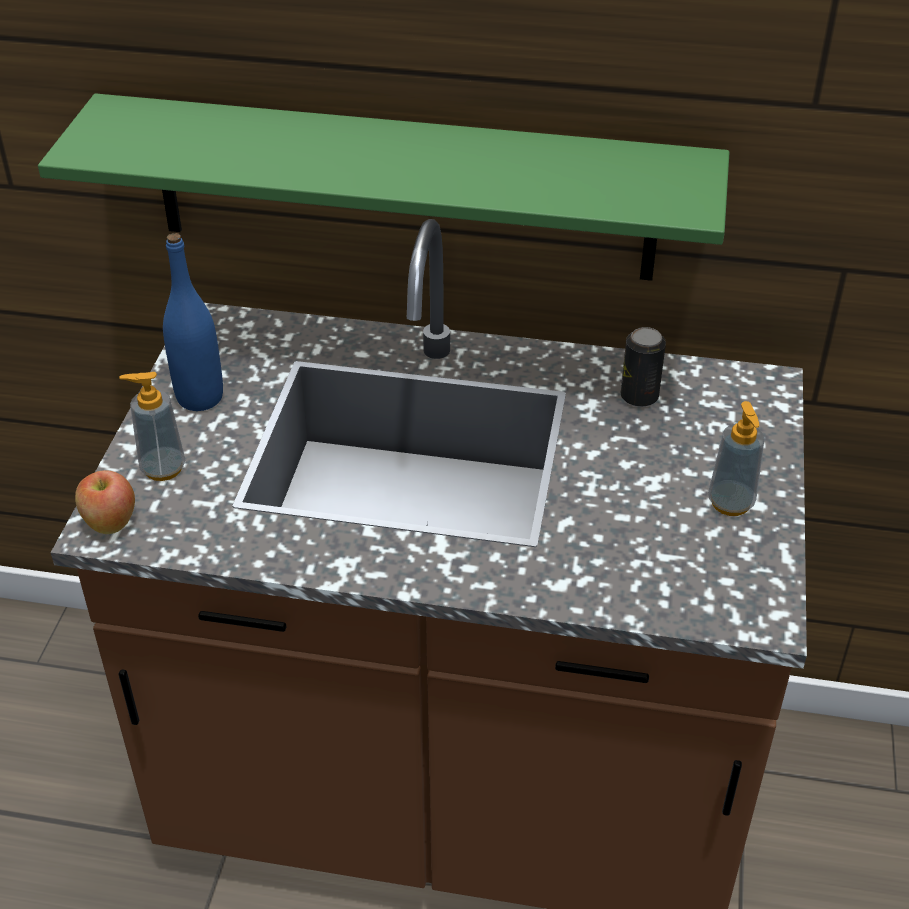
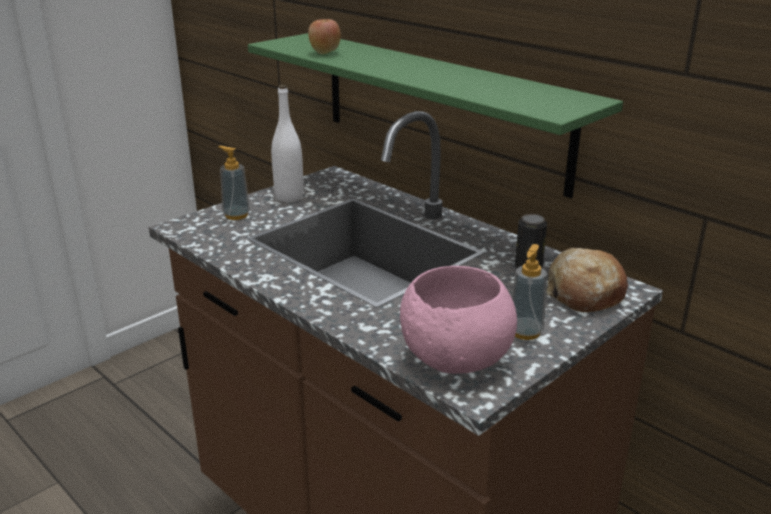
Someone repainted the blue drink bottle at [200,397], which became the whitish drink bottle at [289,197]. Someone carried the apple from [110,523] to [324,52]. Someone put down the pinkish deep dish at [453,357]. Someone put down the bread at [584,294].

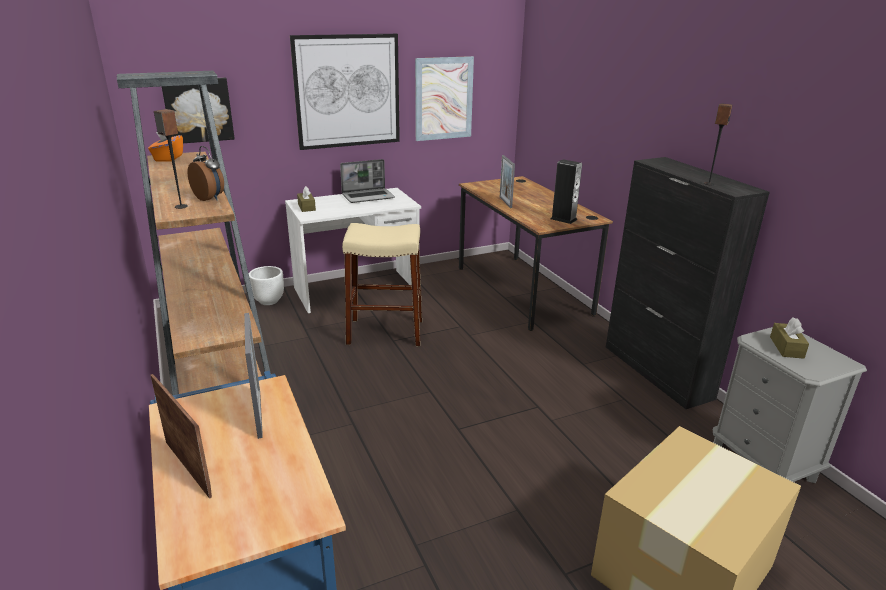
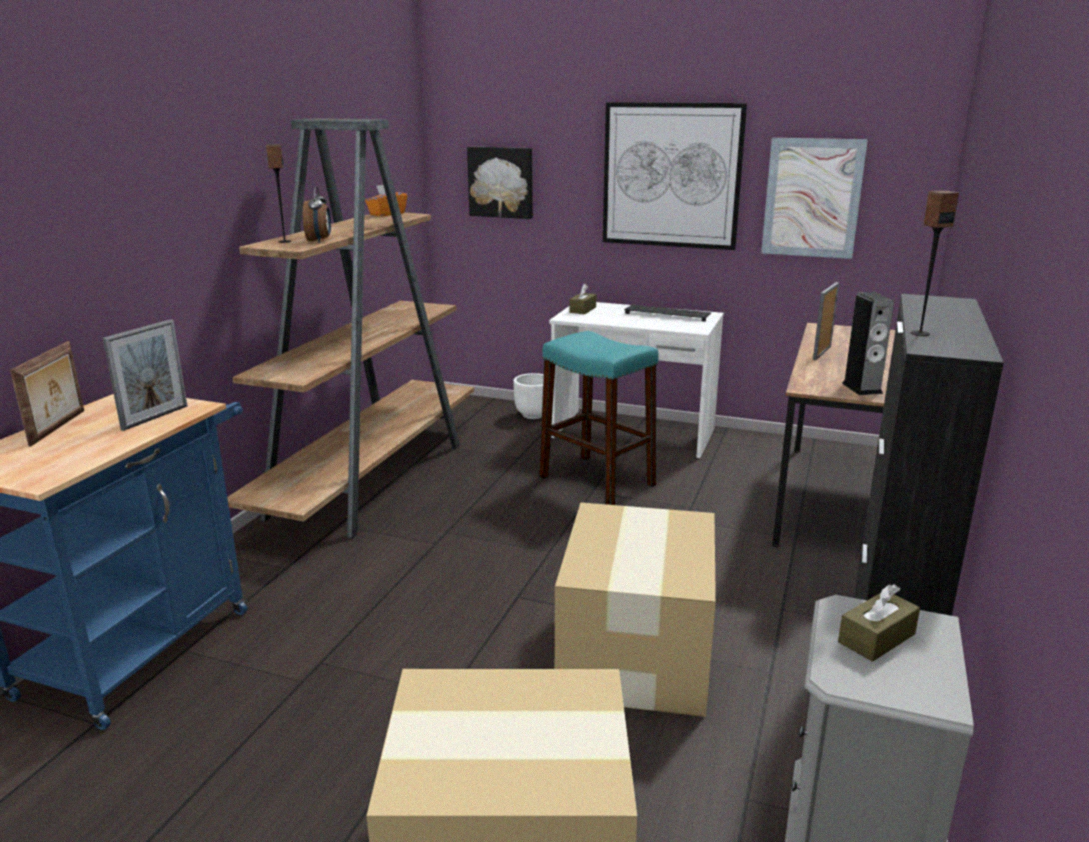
Someone repainted the beige-coloured stool at [385,332], which became the blue-green stool at [596,481]. Someone put down the carton at [634,654]. Someone swapped the notebook computer at [368,196] for the keyboard at [668,314].

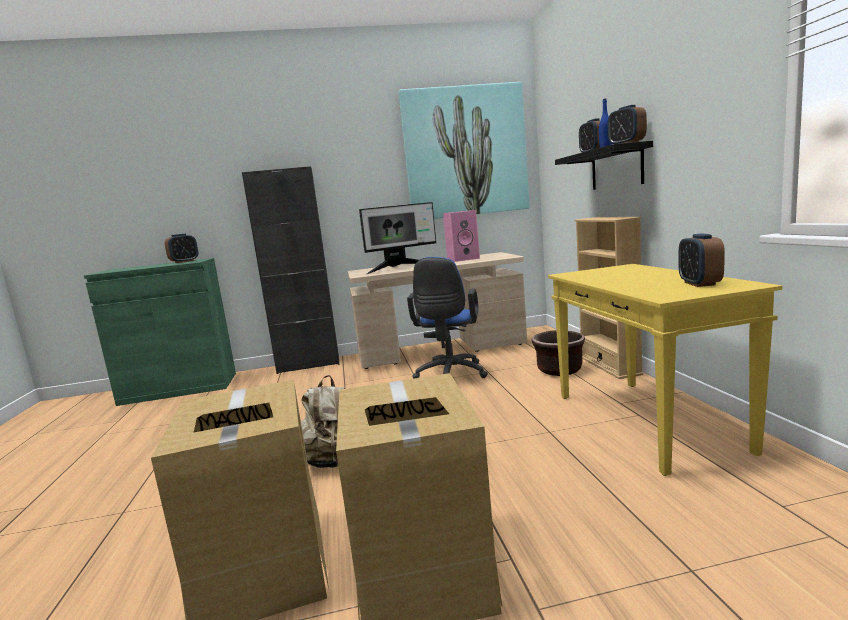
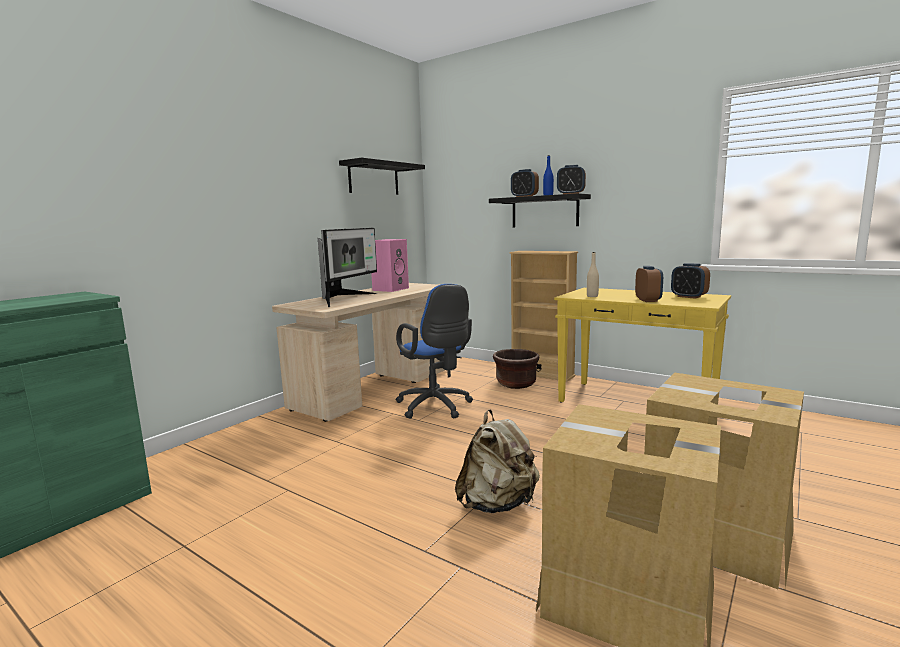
Someone swapped the picture at [465,152] for the black-coloured bracket shelf at [374,179]. Someone put down the beige-coloured drink bottle at [592,296]. Someone carried the bedside clock from [184,261] to [648,300]. Someone took away the black-coloured storage cabinet at [308,365].

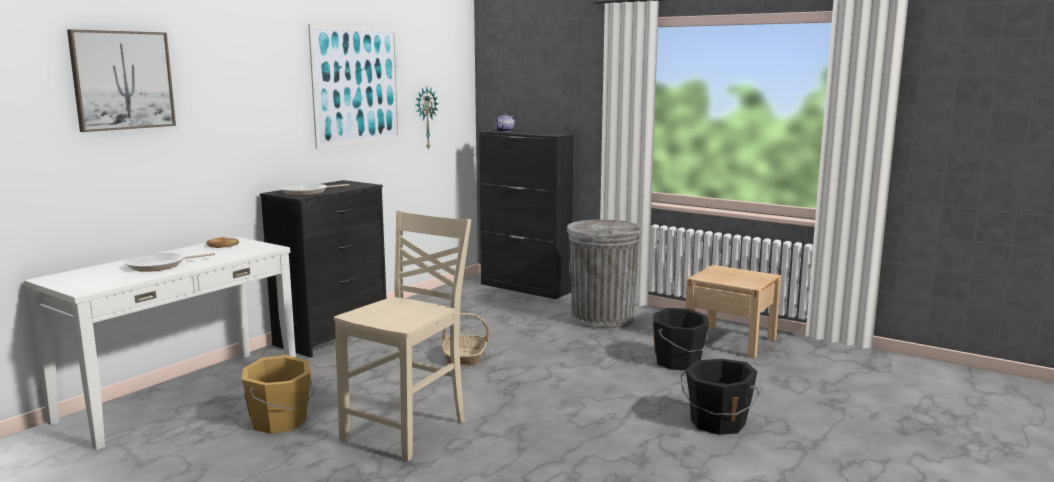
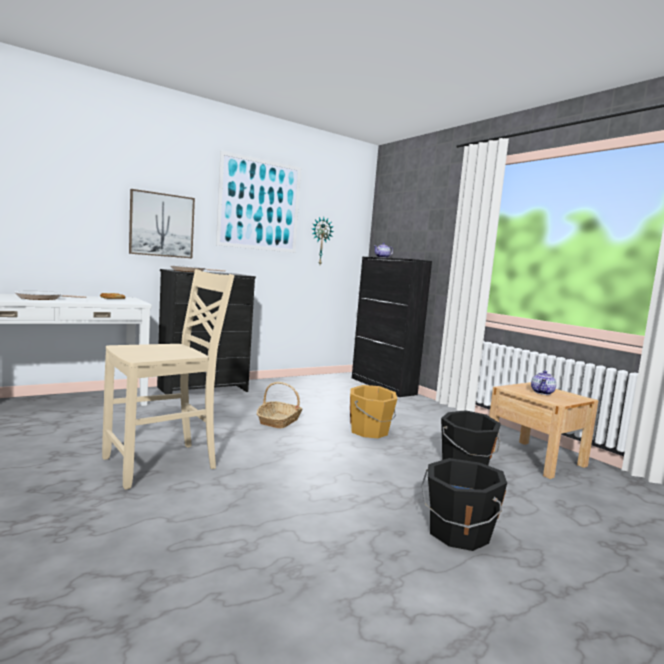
Someone carried the picture from [122,80] to [161,225]. Someone carried the orange water bucket from [280,421] to [370,431]. Someone put down the teapot at [542,393]. Someone took away the gray waste bin at [602,319].

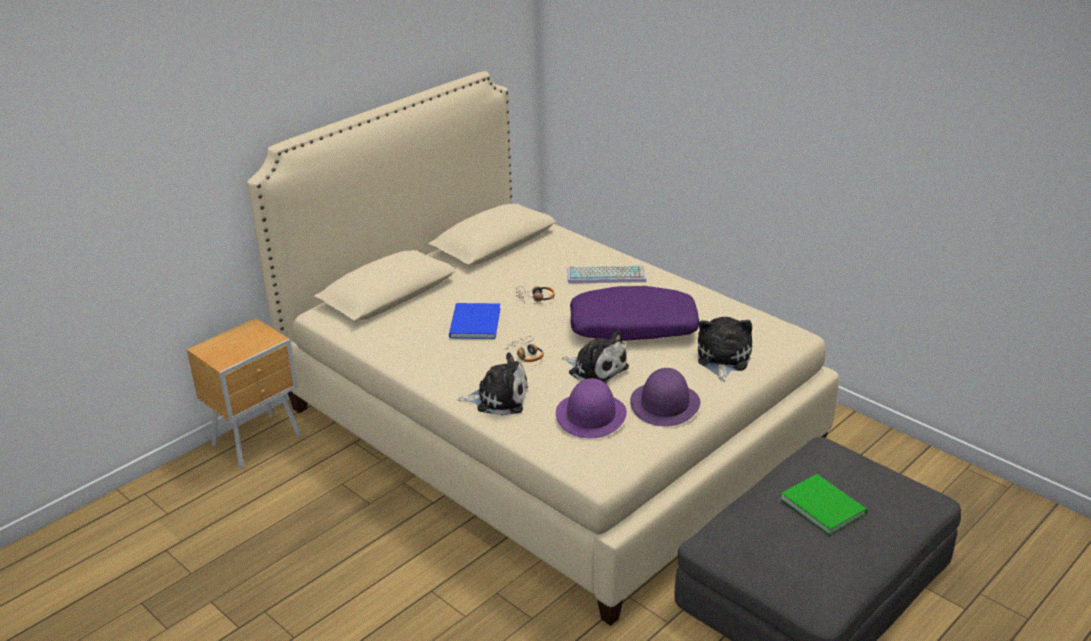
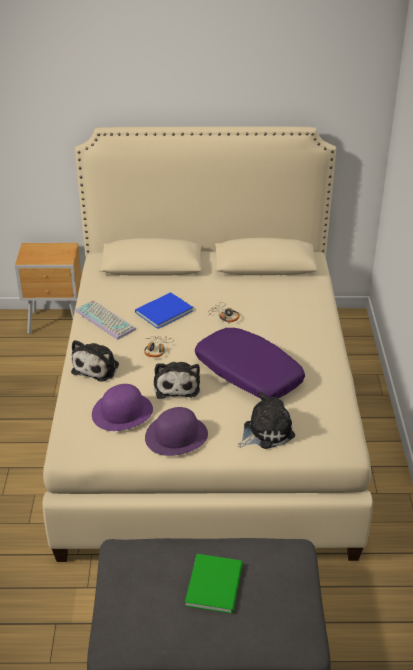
Someone rotated the soft toy at [498,398] by 60 degrees clockwise. Someone carried the keyboard from [607,275] to [106,320].

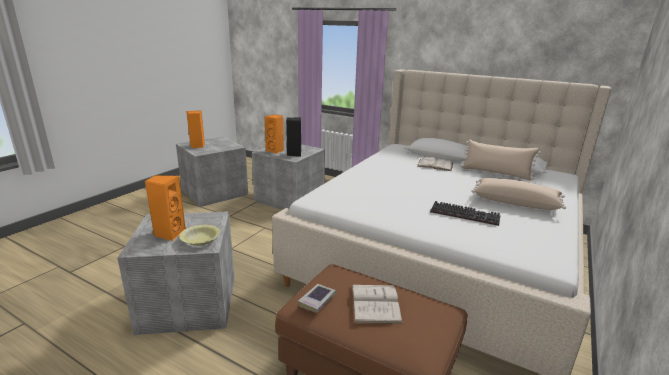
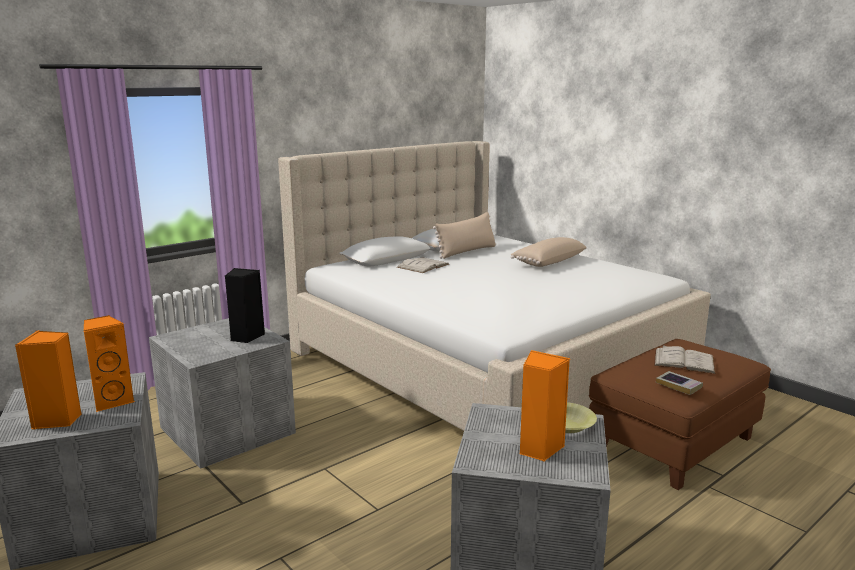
Someone carried the orange audio speaker from [275,151] to [112,401]. Someone took away the keyboard at [466,214].

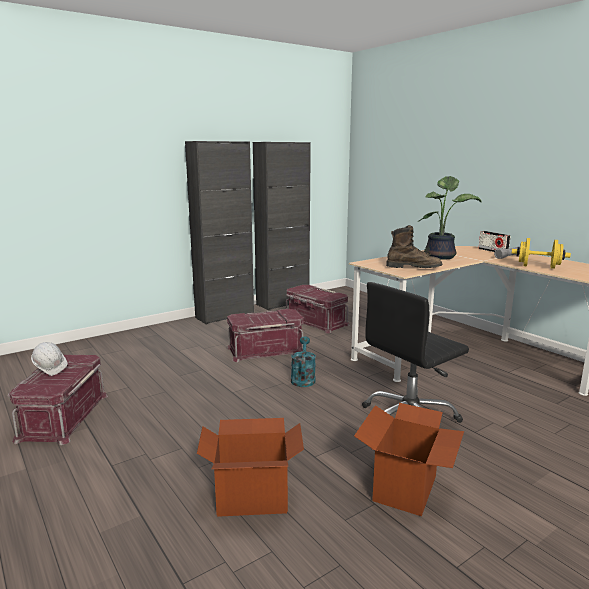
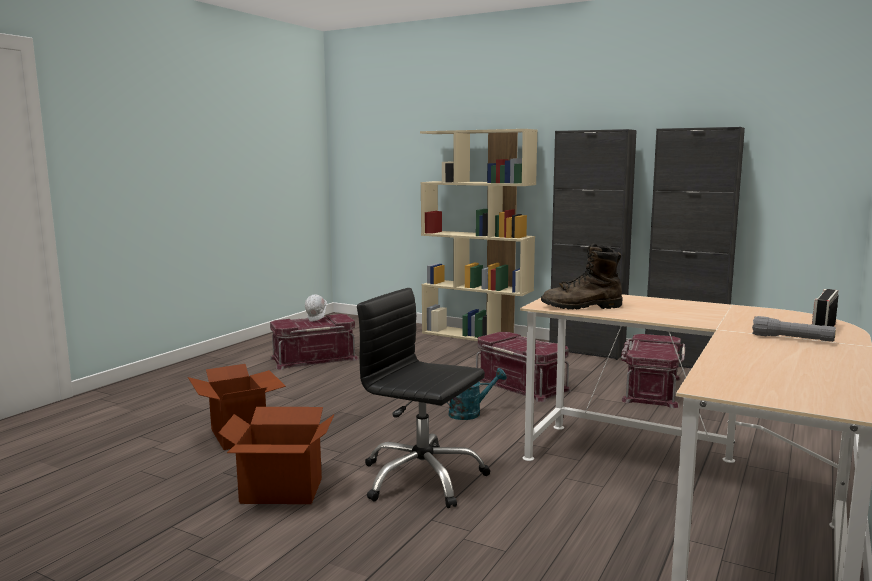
Someone put down the beige-coloured shelving unit at [477,336]. Someone rotated the brownish tall boot at [413,267] by 105 degrees clockwise. Someone took away the houseplant at [441,256]. Someone took away the yellow-coloured free weight at [538,267].

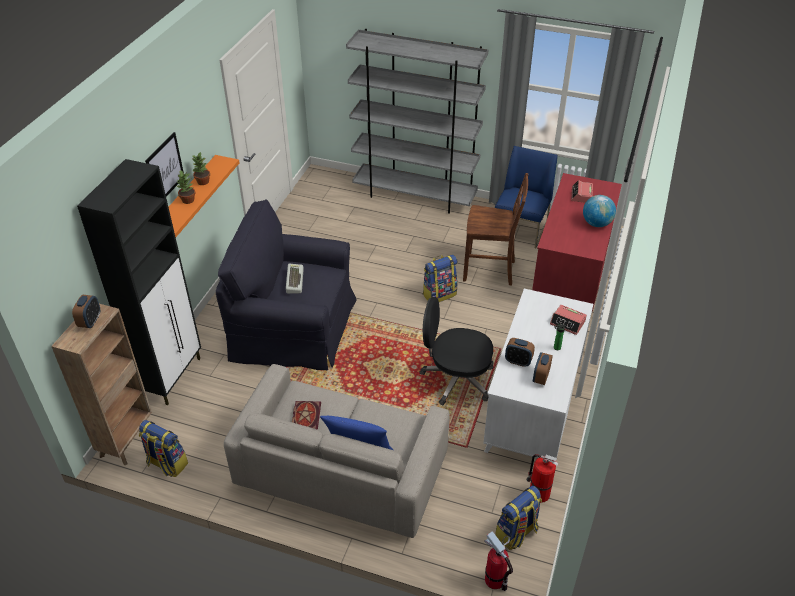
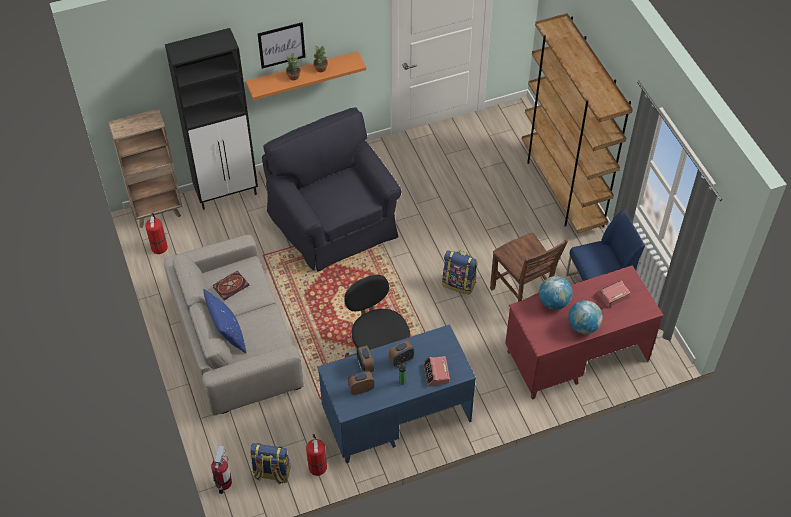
Someone swapped the knapsack at [166,464] for the fire extinguisher at [159,247]. Someone repainted the whitish desk at [533,408], which became the blue desk at [396,417]. Someone carried the bedside clock from [90,321] to [401,360]. Someone repainted the gray shelving unit at [415,196], which became the brownish shelving unit at [562,189]. Someone put down the globe at [554,302]. Someone took away the keyboard at [294,280].

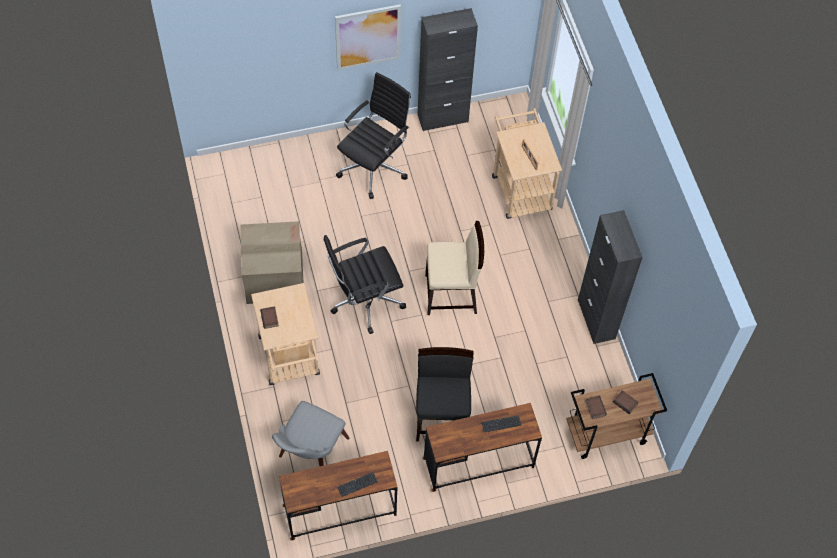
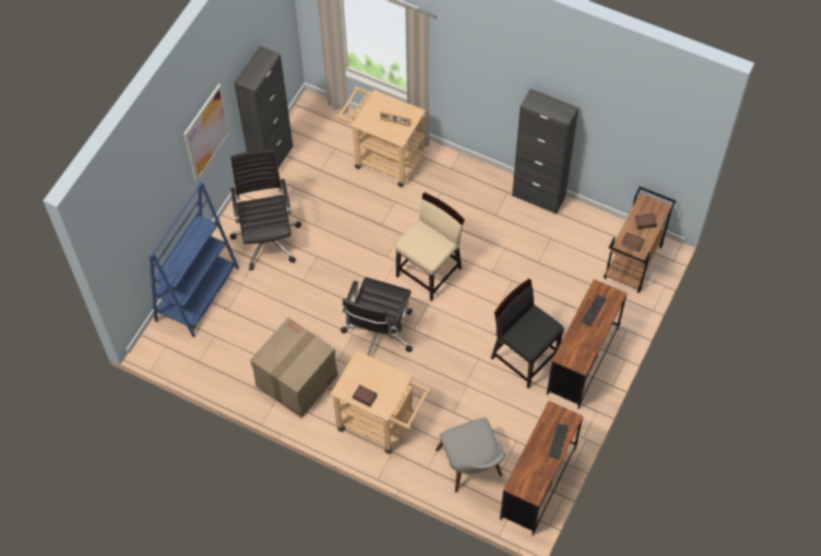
Someone put down the blue shelving unit at [197,294].

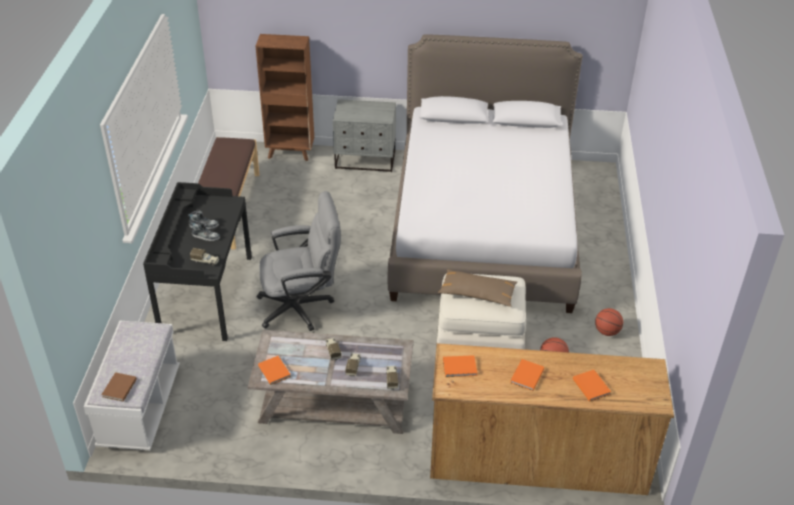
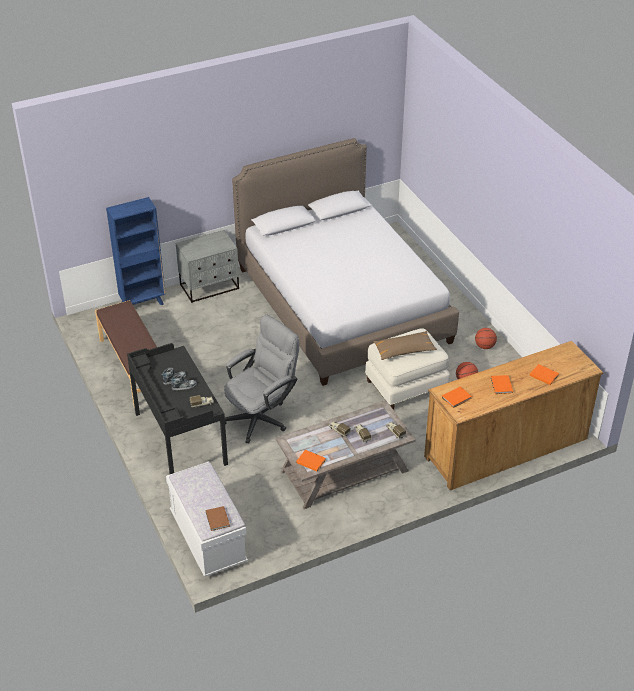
Someone repainted the brownish shelving unit at [290,153], which became the blue shelving unit at [143,303].

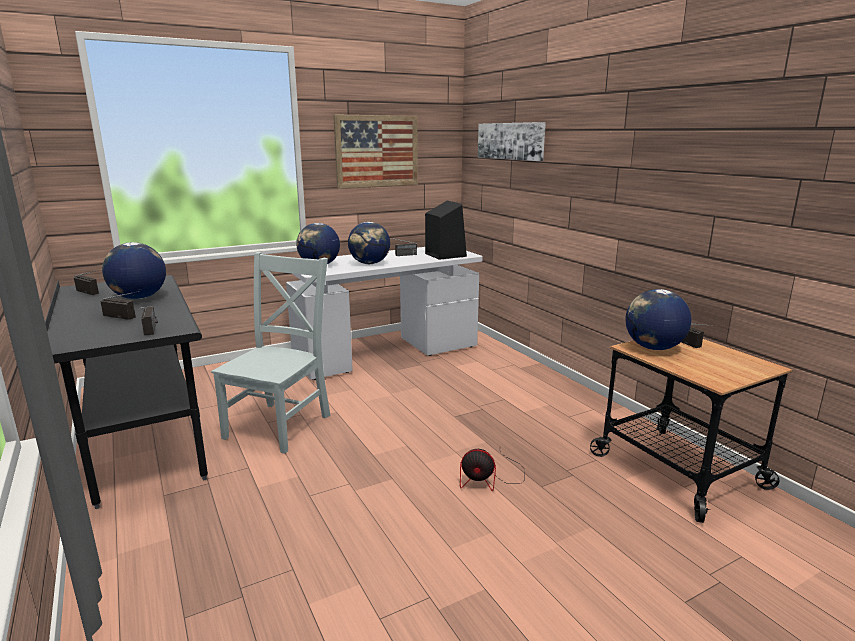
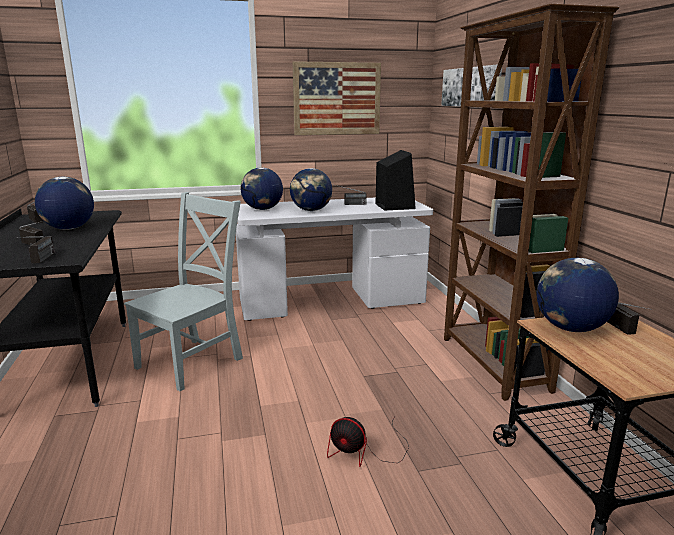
Someone put down the brownish shelving unit at [493,364].

